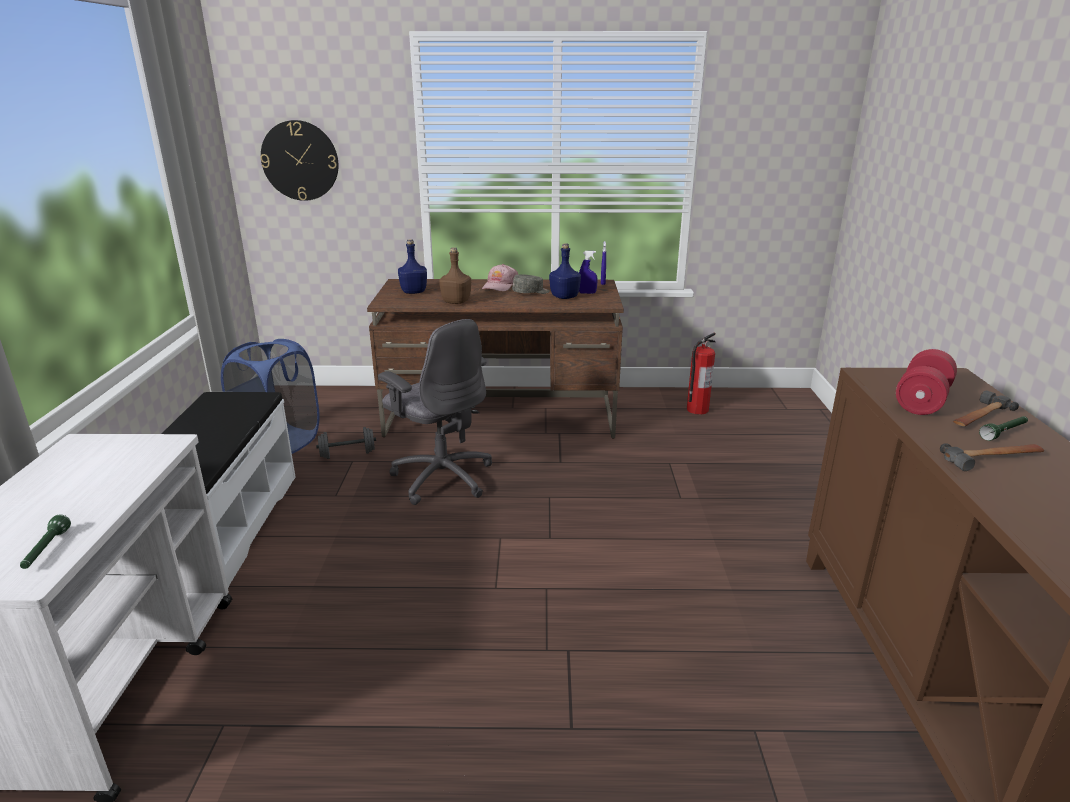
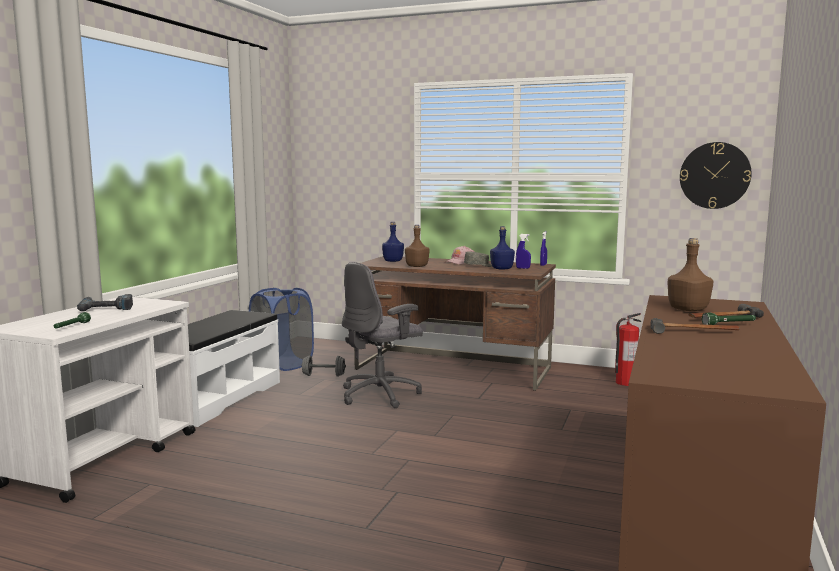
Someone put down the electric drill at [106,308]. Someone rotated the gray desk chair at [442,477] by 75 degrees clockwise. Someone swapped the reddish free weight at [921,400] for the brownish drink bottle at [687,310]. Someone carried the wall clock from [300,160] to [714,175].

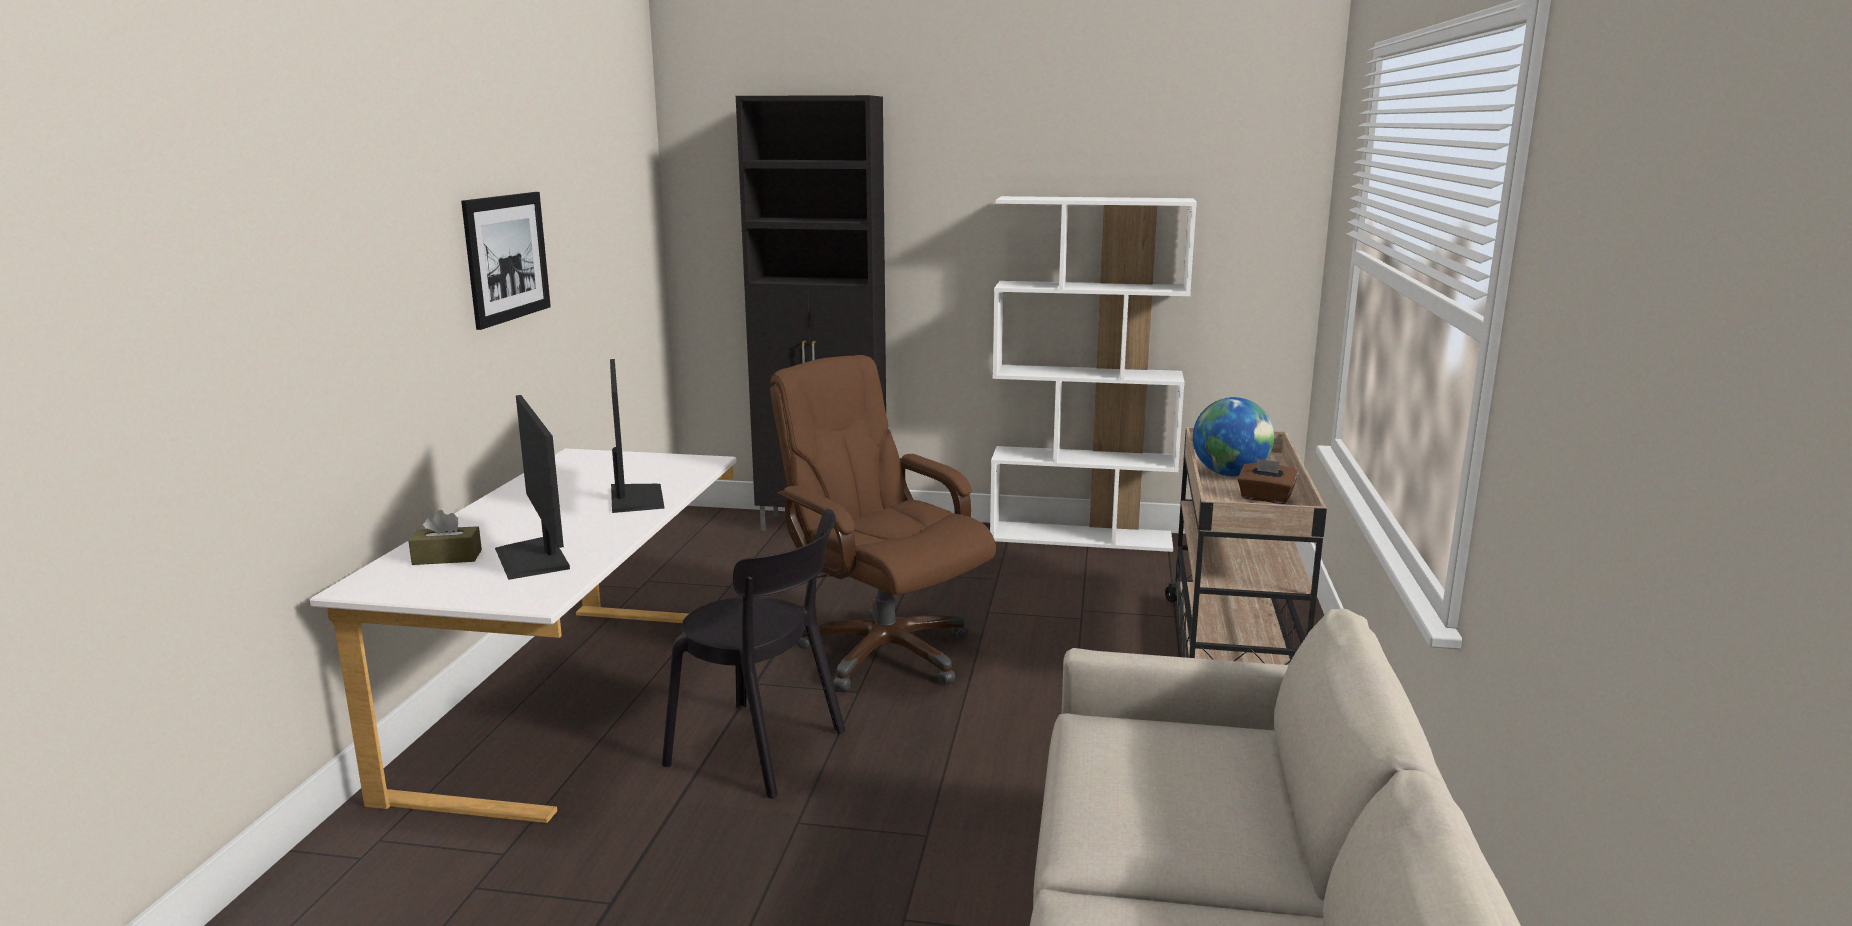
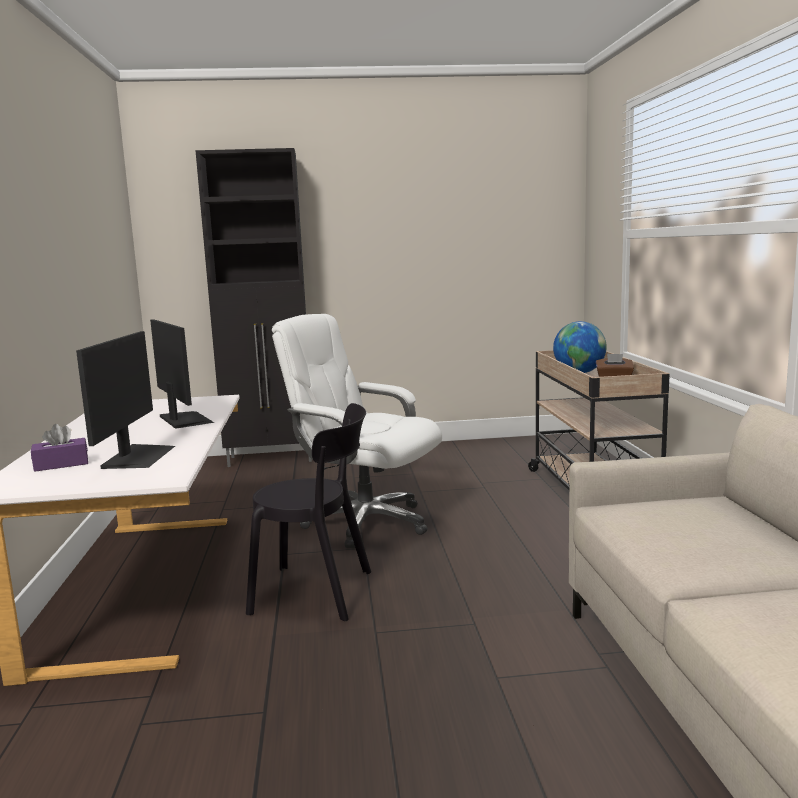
Someone repainted the brownish box of tissues at [447,557], which became the purplish box of tissues at [61,464]. Someone rotated the computer display at [534,558] by 135 degrees counterclockwise. Someone repainted the brownish desk chair at [883,652], which became the whitish desk chair at [365,523]. Someone took away the picture at [507,257]. Someone took away the whitish shelving unit at [1082,537].

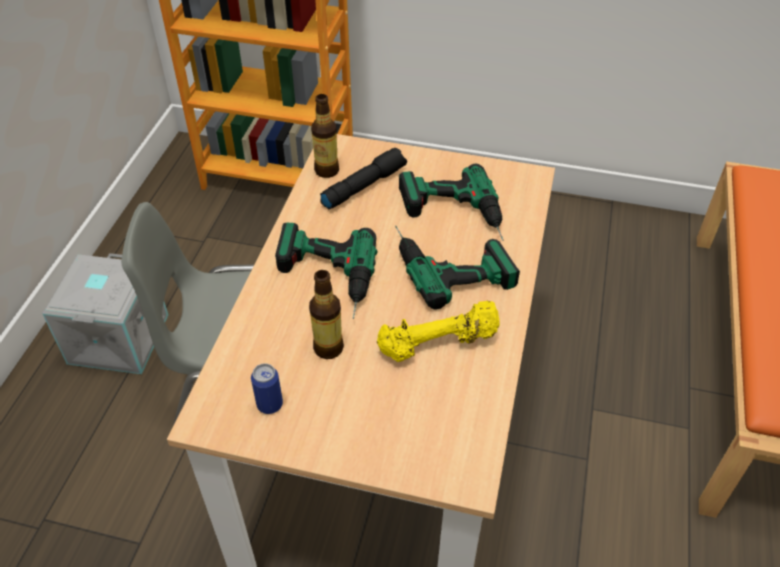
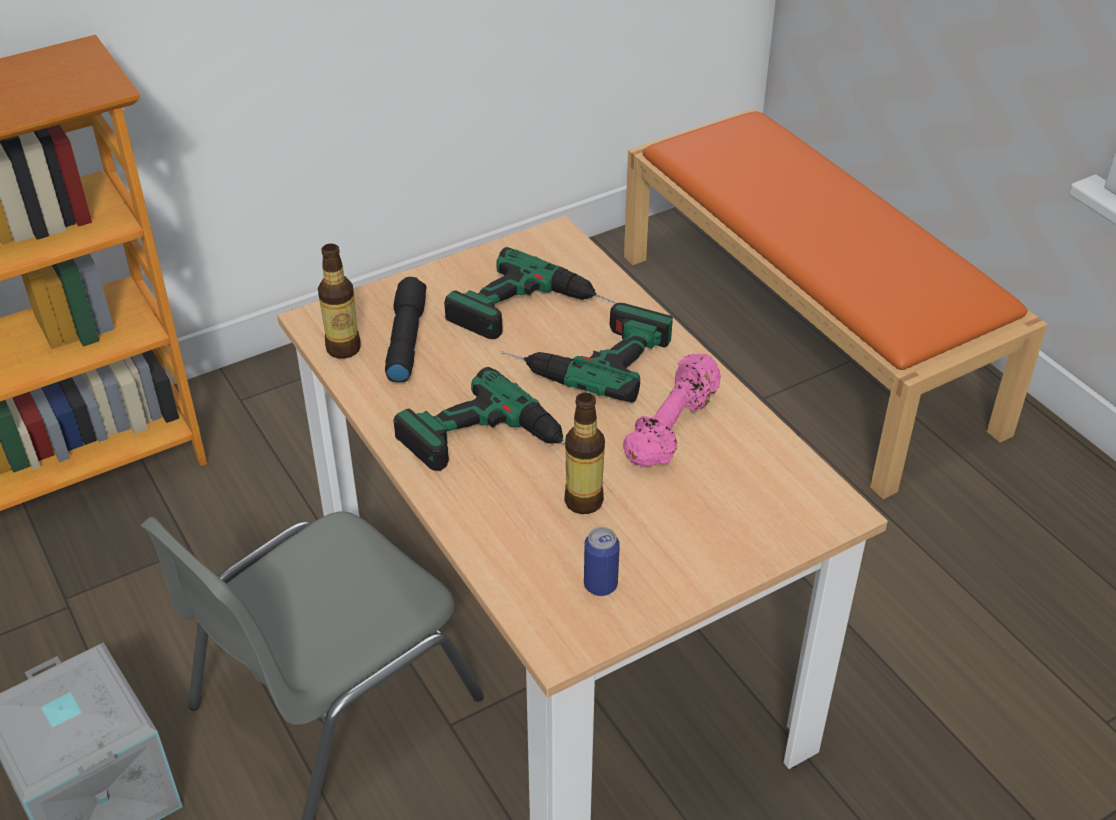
Someone repainted the yellow-coloured free weight at [439,344], which became the pinkish free weight at [673,428].

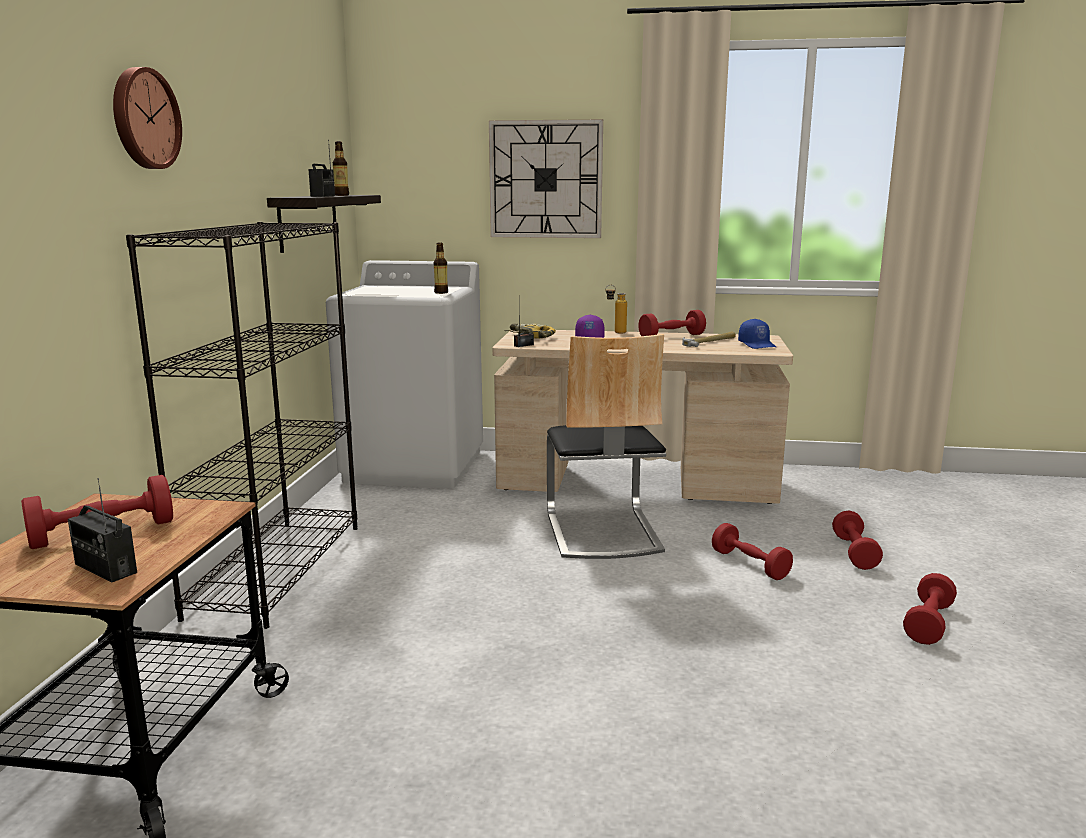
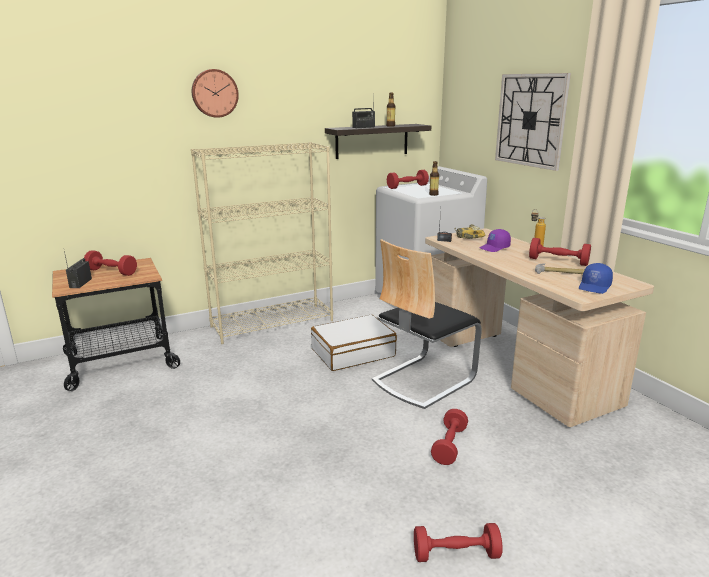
Someone repainted the black-coloured shelving unit at [277,568], which became the beige-coloured shelving unit at [273,323]. Someone put down the whitish piece of luggage at [353,352]. Someone carried the reddish free weight from [854,553] to [407,187].

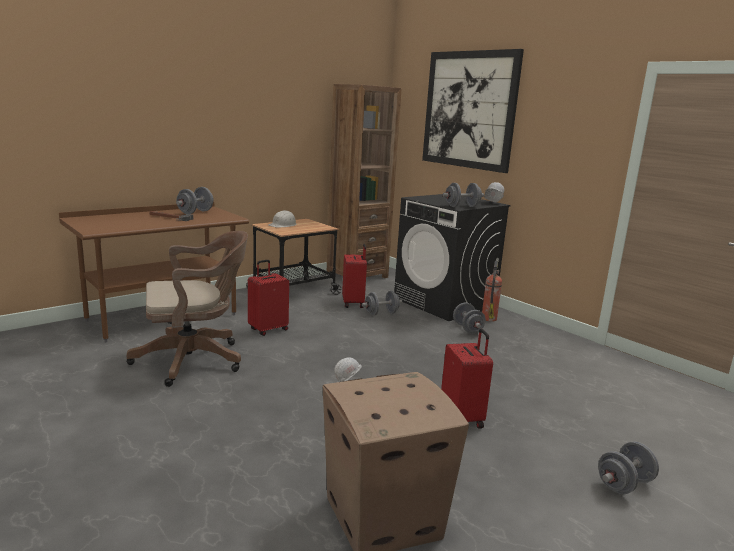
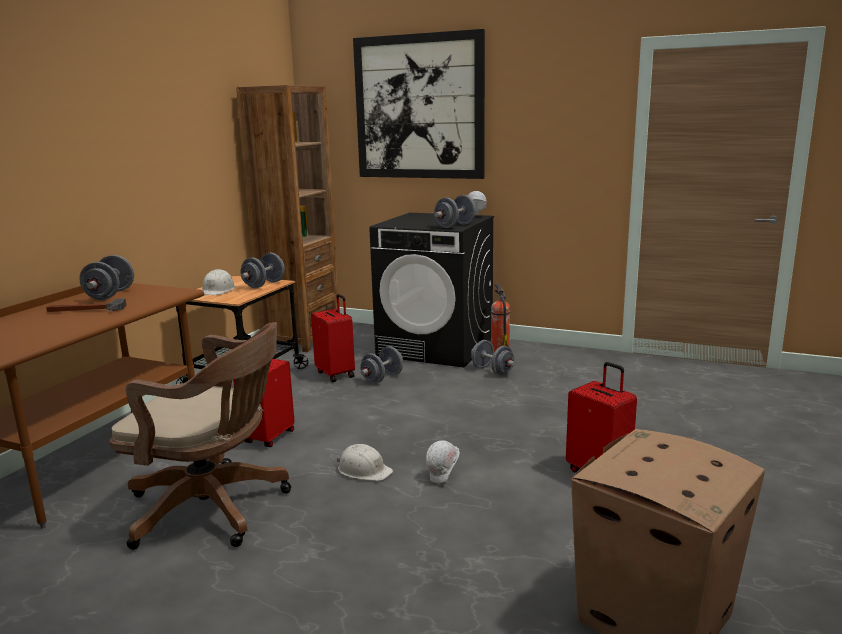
Someone rotated the brownish desk chair at [195,360] by 60 degrees clockwise. Someone carried the gray free weight from [624,484] to [264,284]. Someone put down the whitish hard hat at [364,470].

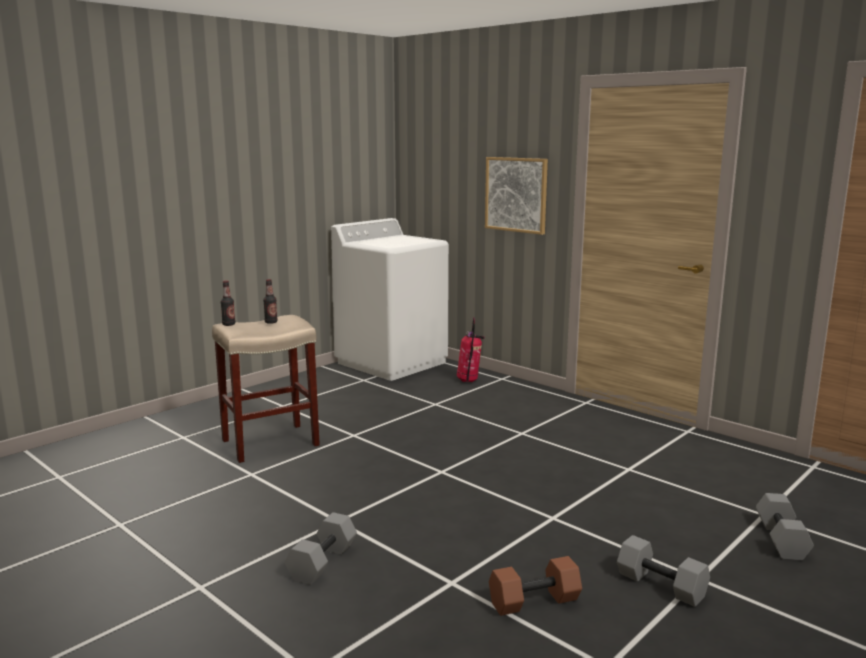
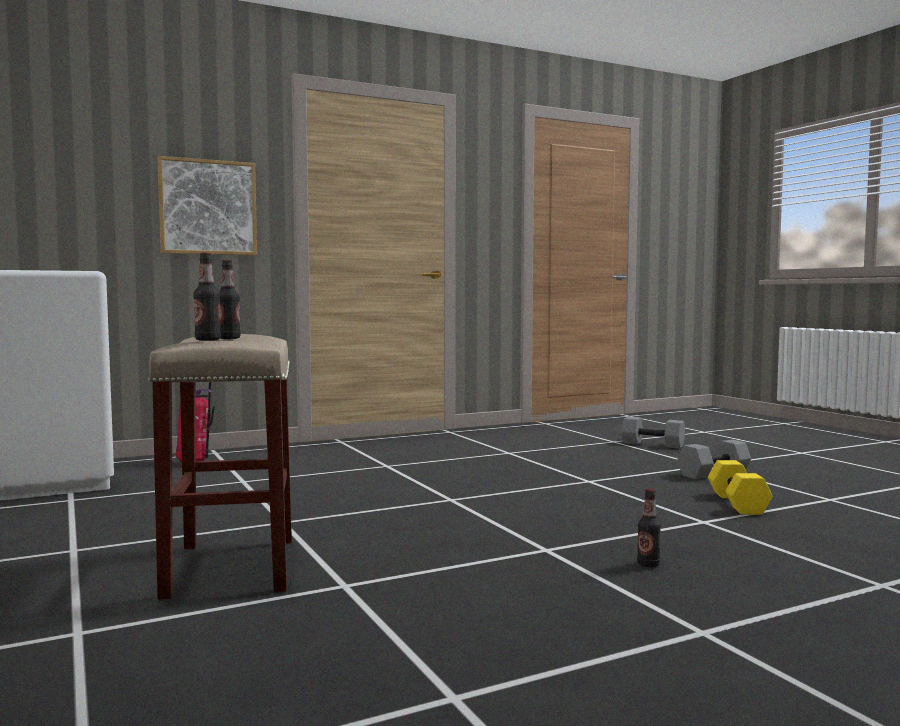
Someone swapped the gray free weight at [322,561] for the drink bottle at [648,564]. Someone repainted the brownish free weight at [534,602], which became the yellow-coloured free weight at [739,503].

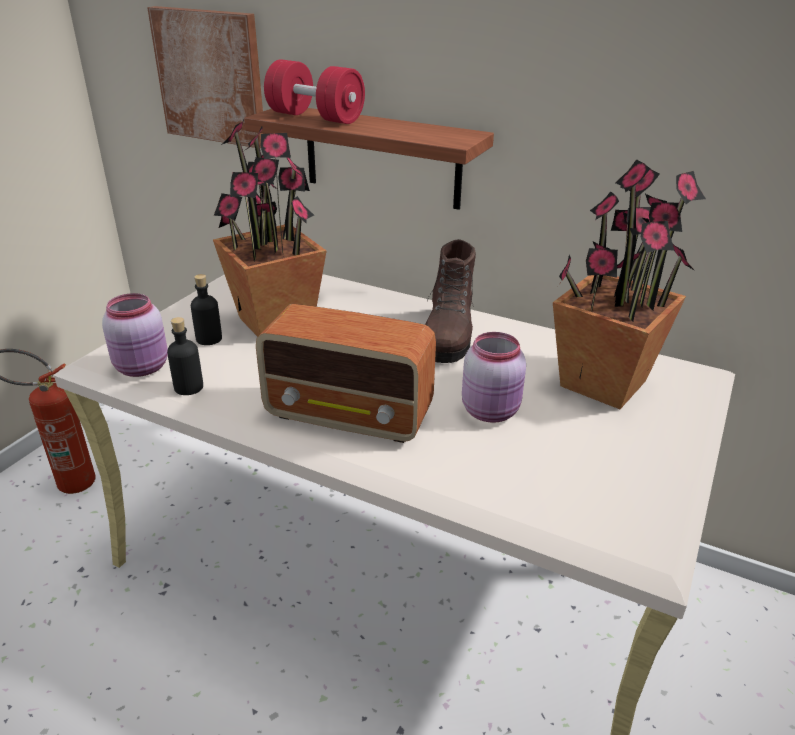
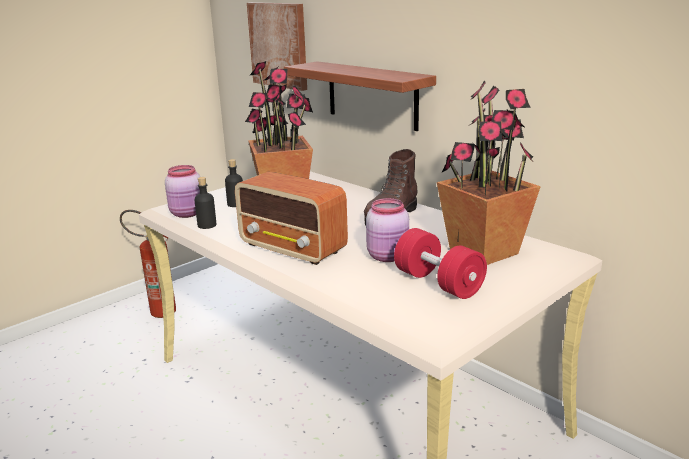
Someone carried the reddish free weight from [315,117] to [438,283].

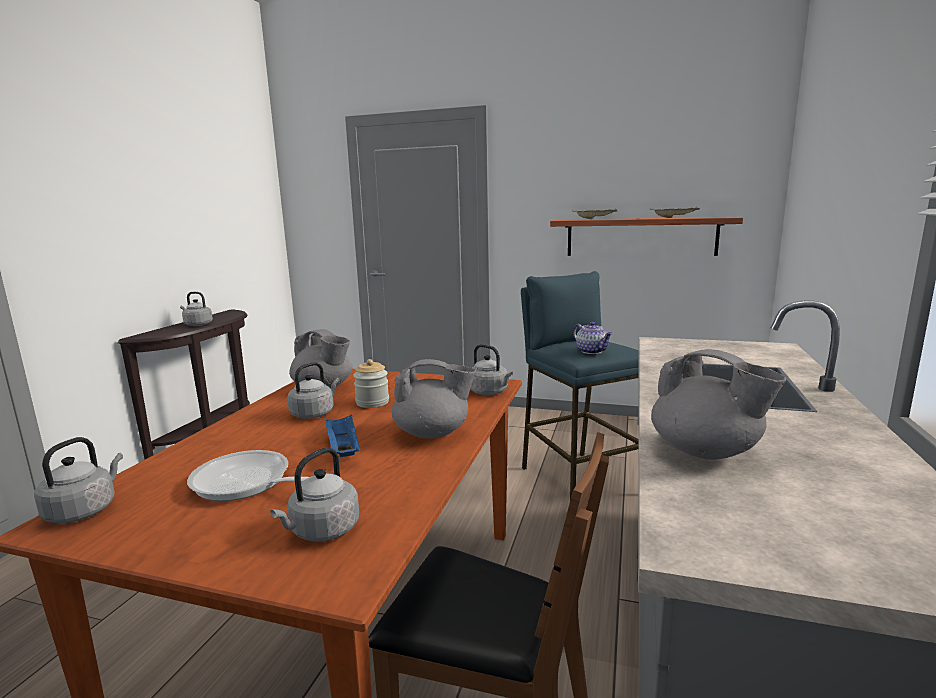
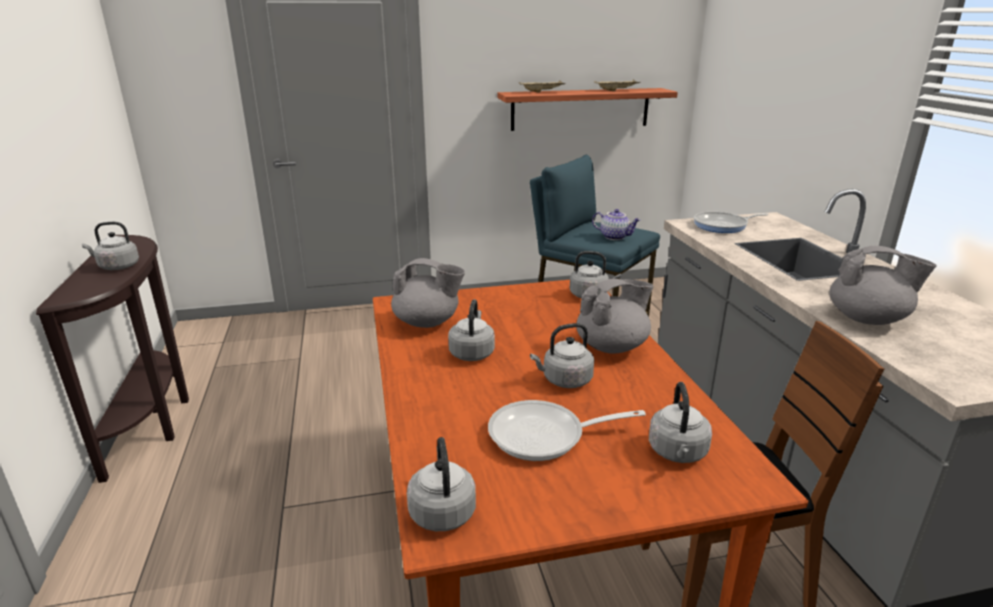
Someone swapped the blue serving tray at [343,448] for the gray tea kettle at [564,380]. Someone put down the frying pan at [723,226]. Someone took away the preserve jar at [372,402].

